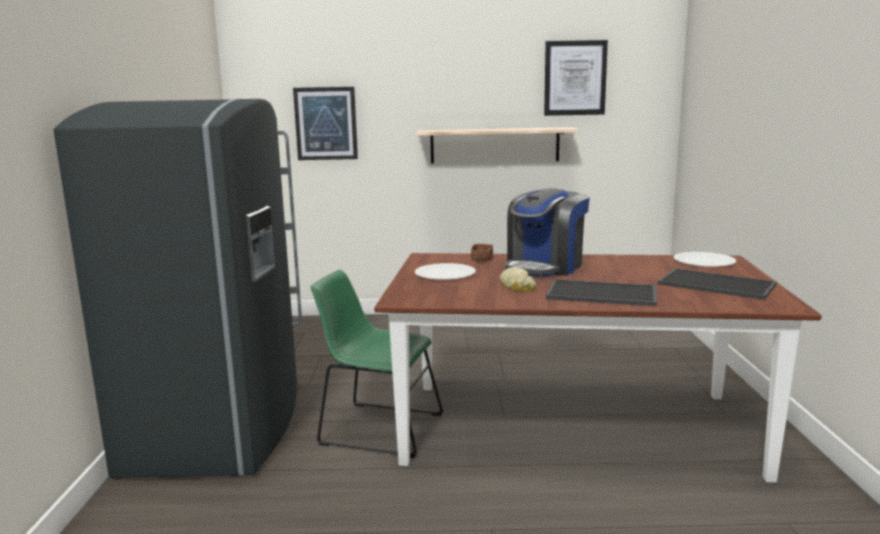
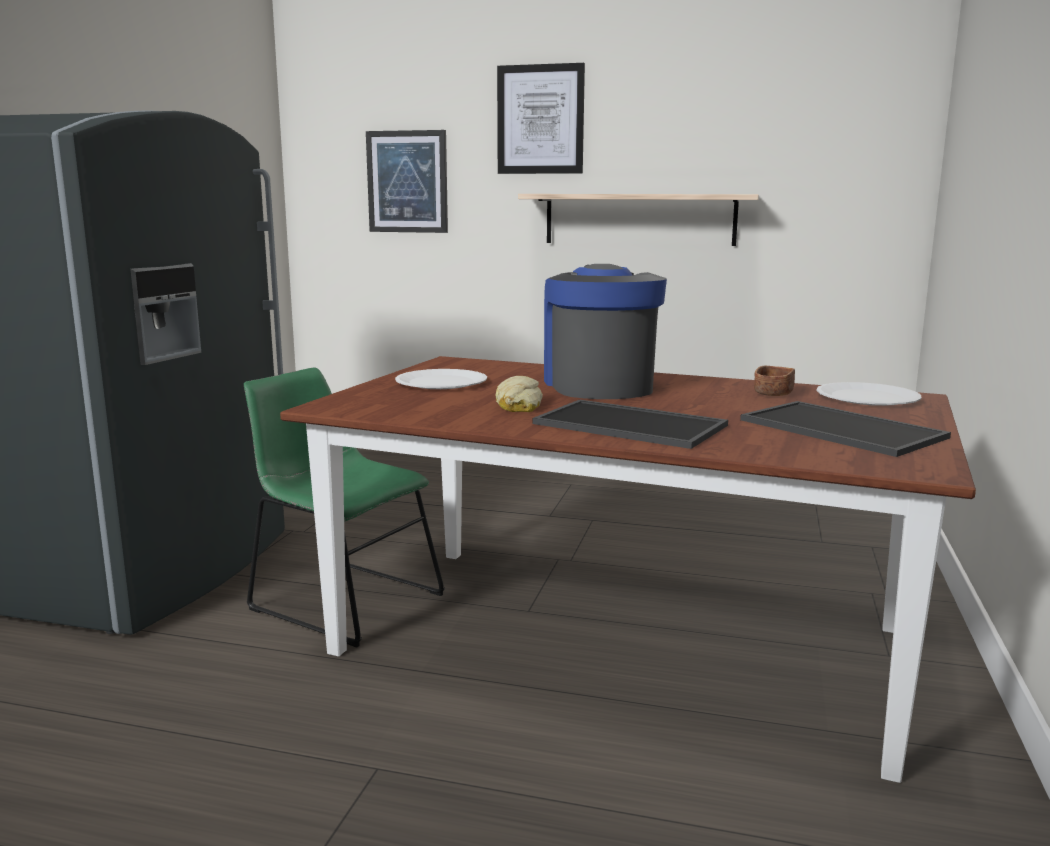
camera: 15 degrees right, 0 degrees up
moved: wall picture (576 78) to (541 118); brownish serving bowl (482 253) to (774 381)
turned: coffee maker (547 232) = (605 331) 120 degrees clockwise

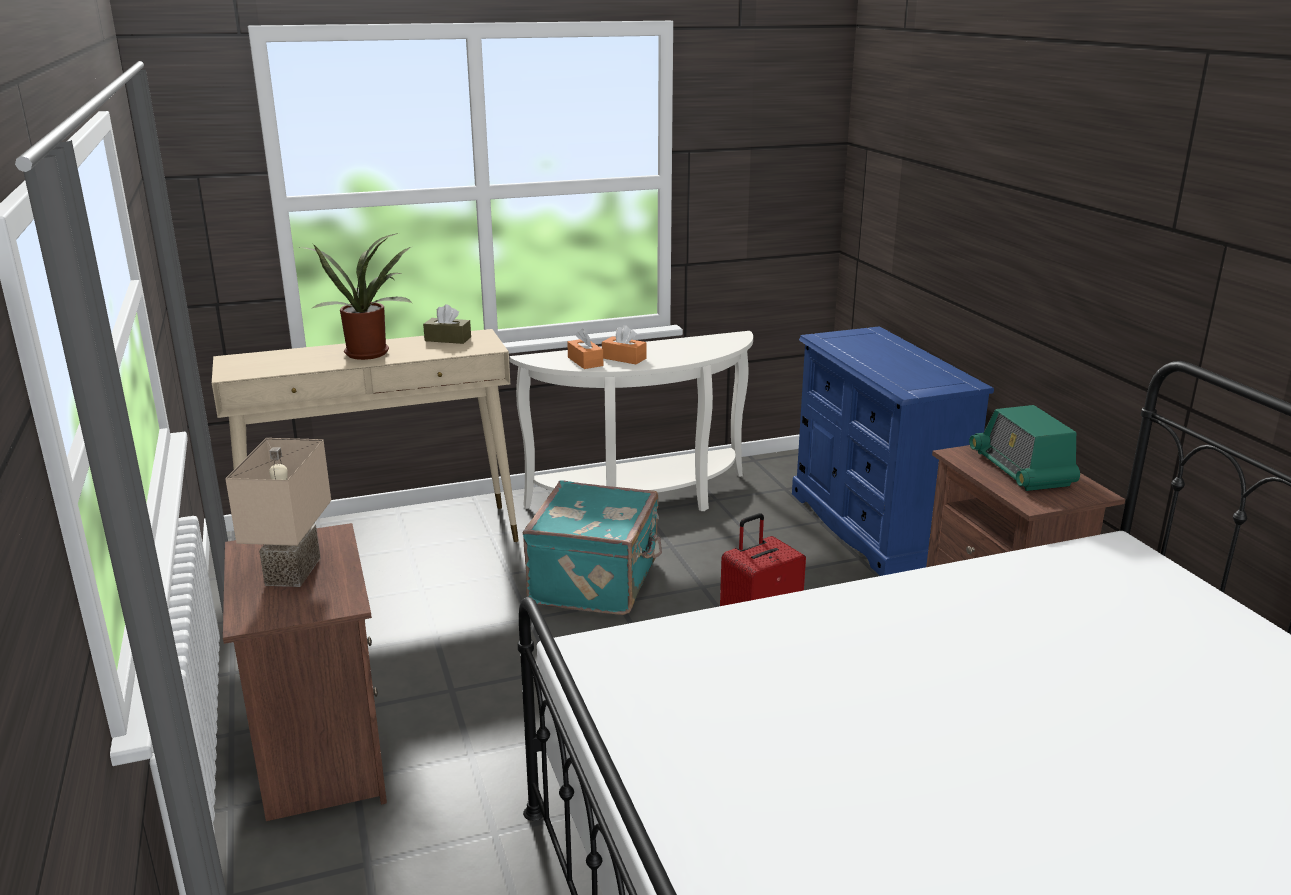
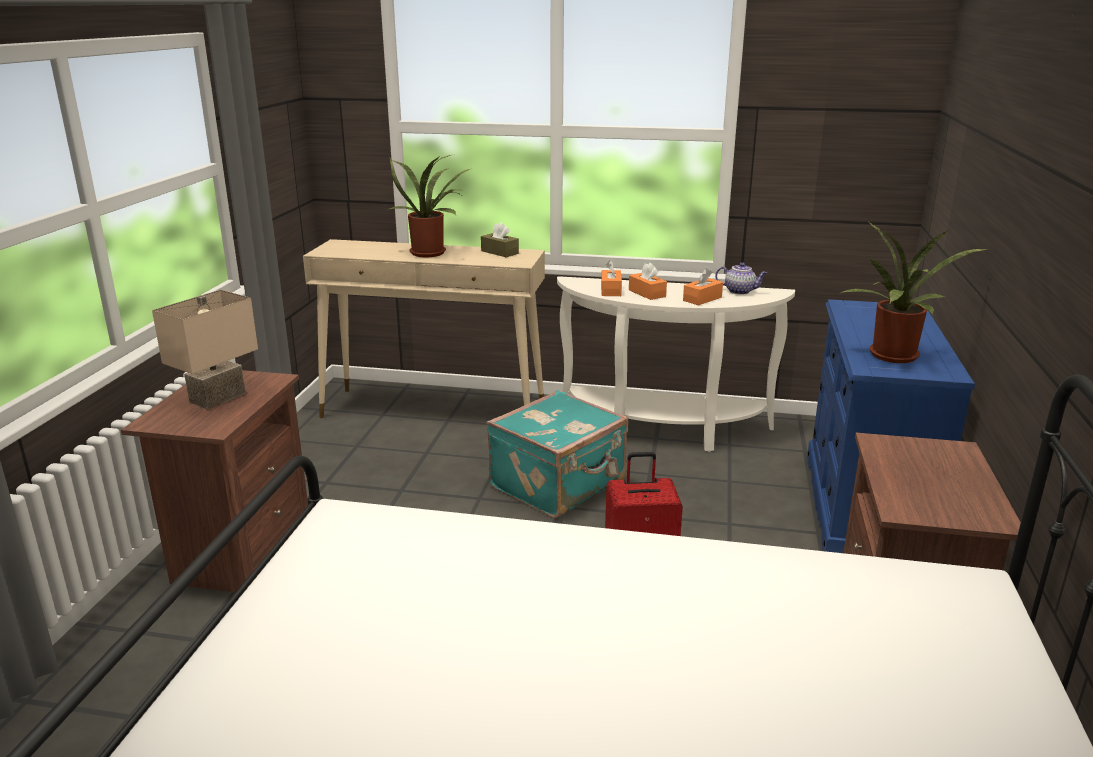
camera: 30 degrees right, 0 degrees up
removed: radio receiver (1024 448)
added: plant in a pot (914 292); teapot (741 279); orangey tissue holder (703 286)

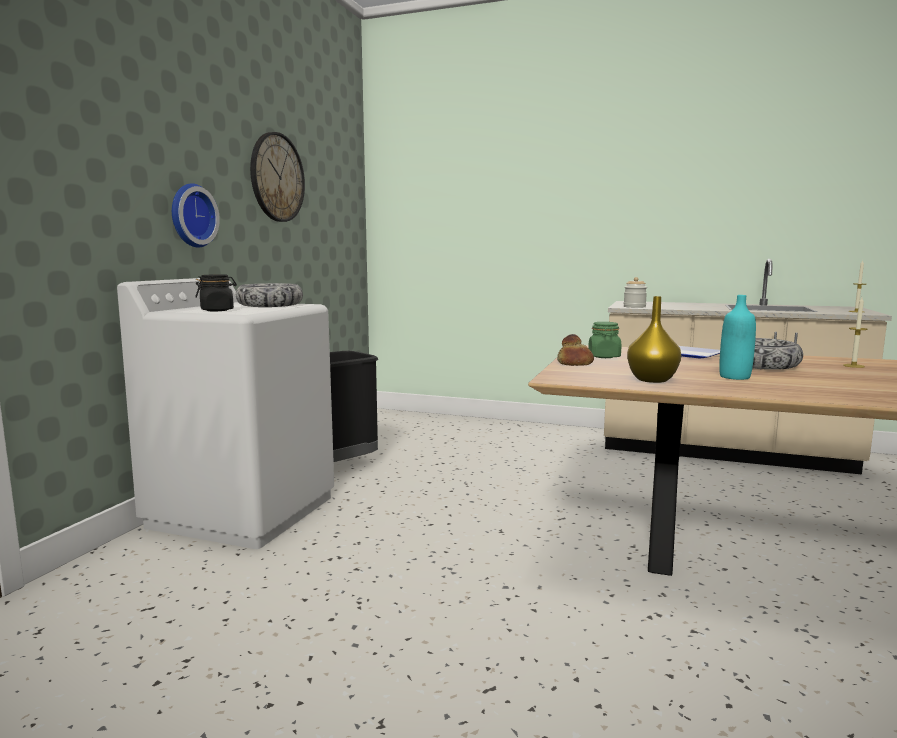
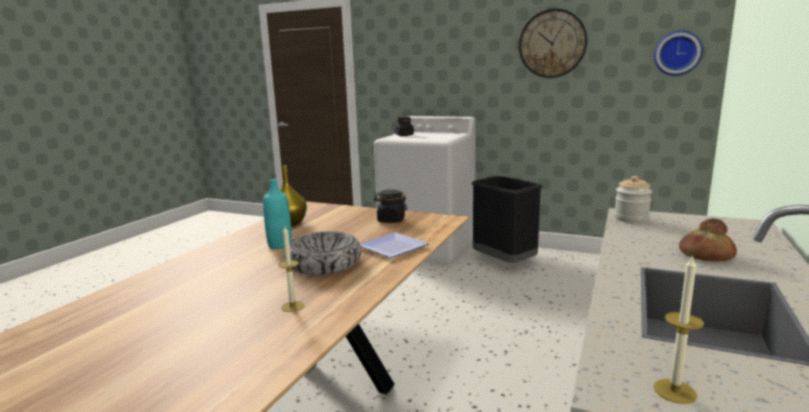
camera: 95 degrees right, 5 degrees up
removed: serving bowl (269 295)
moved: clock on the wall (196 215) to (678 53); baked bread (575 350) to (708 239)
recoloured: green storage jar (604 340) to blackish storage jar (390 206)

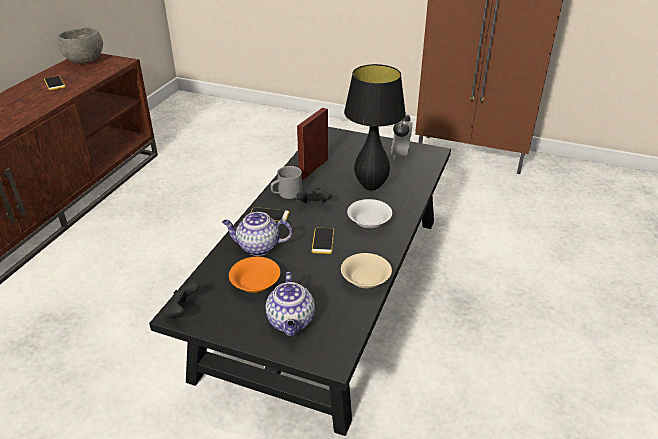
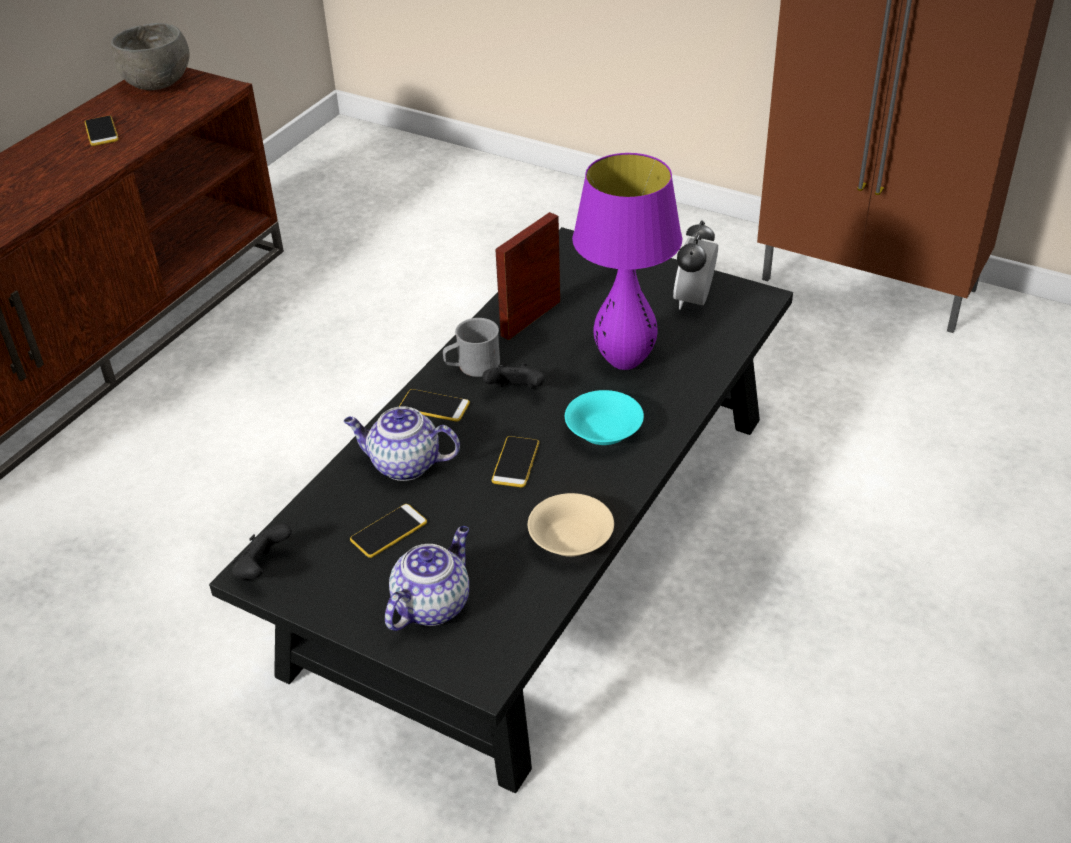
camera: 10 degrees right, 5 degrees up
replaced: orangey serving bowl (254 275) to phone (388 531)
recoloured: blackish table lamp (375 127) to purple-coloured table lamp (627 261); white serving bowl (369 213) to turquoise serving bowl (604 417)
turned: teapot (290 304) = (427 578) 150 degrees counterclockwise

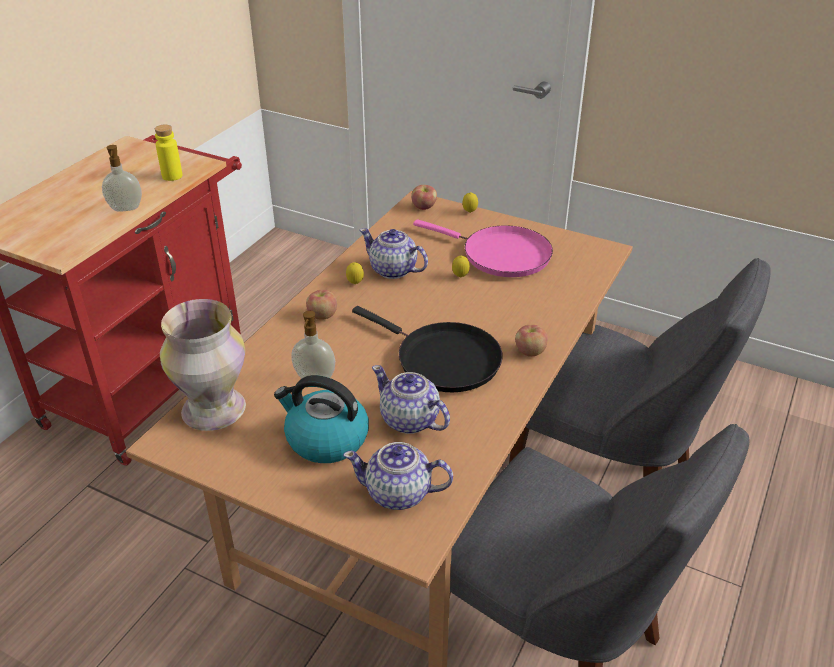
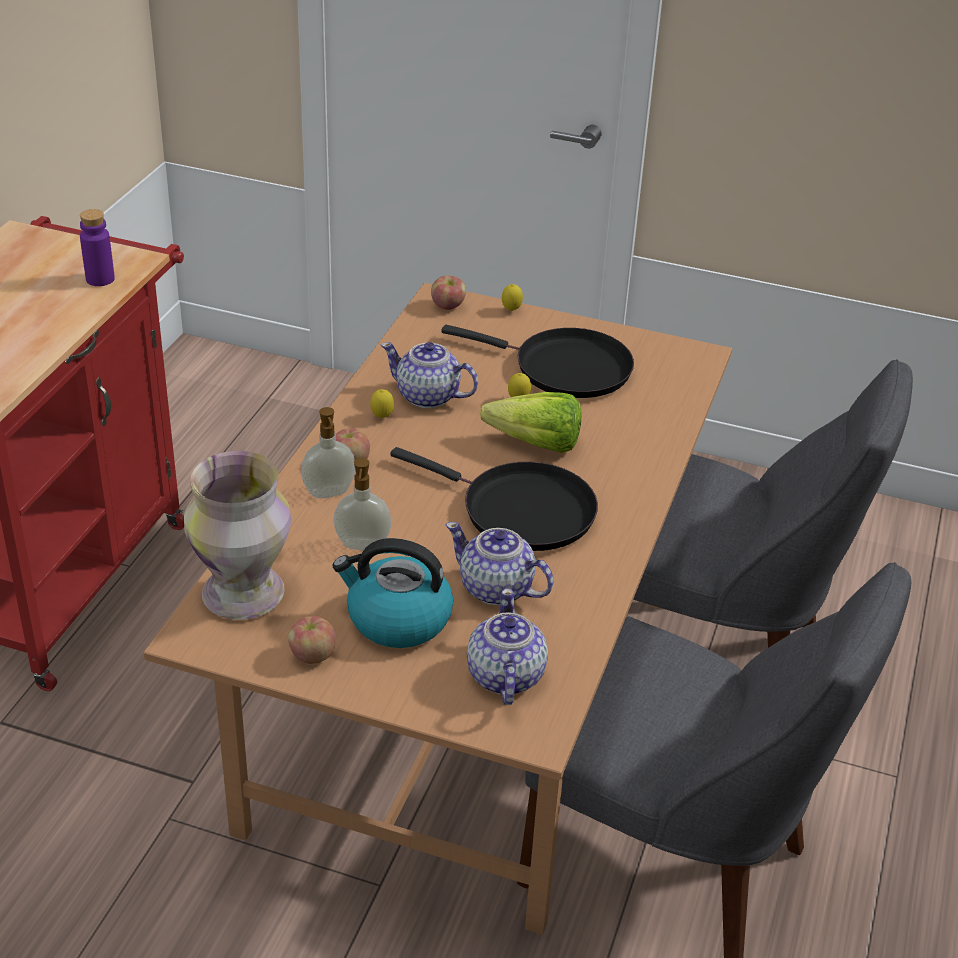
camera: 10 degrees left, 0 degrees up
added: lettuce head (530 422)
moved: soap bottle (122 178) to (328 452); apple (531 341) to (312 640)
recoloured: yellow bottle (168 153) to purple-coloured bottle (97 247); pink frying pan (483 248) to blackish frying pan (537 361)
turned: teapot (398 476) = (507 647) 90 degrees clockwise

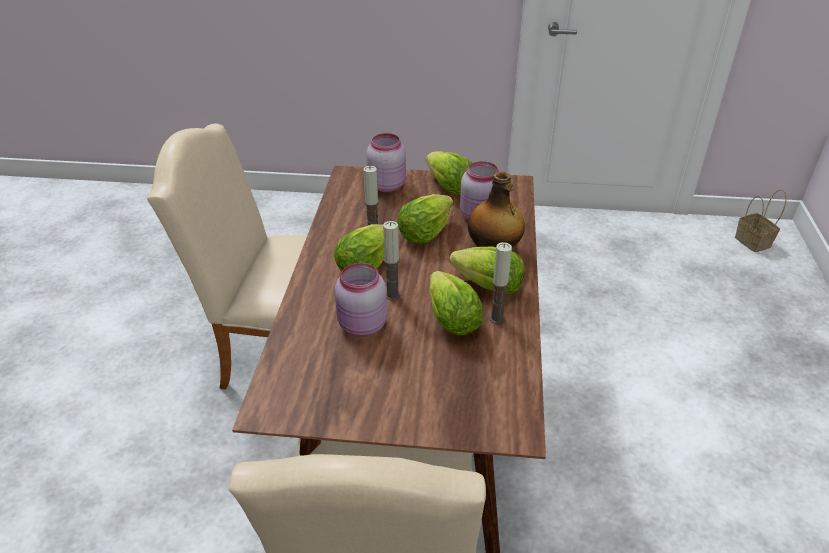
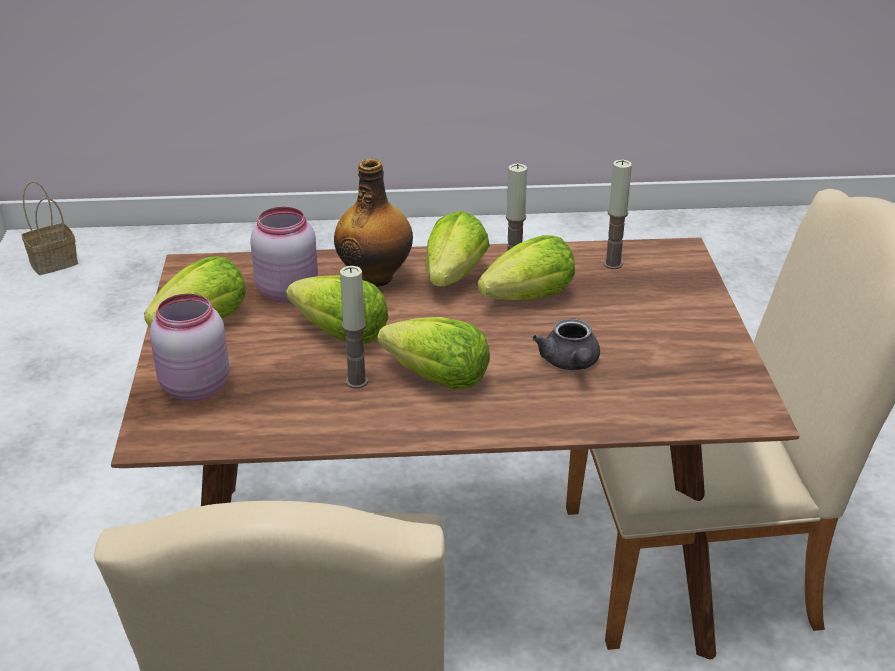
camera: 100 degrees left, 5 degrees down
moved: wax light (391 260) to (618 214)
replaced: pink storage jar (361 300) to gray teapot (566 344)

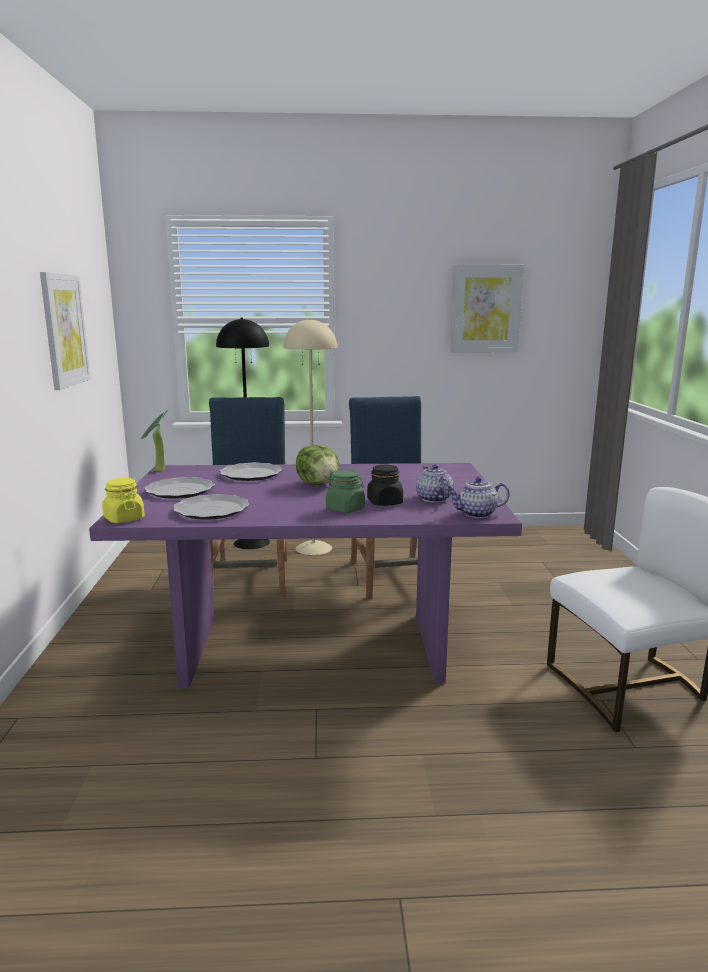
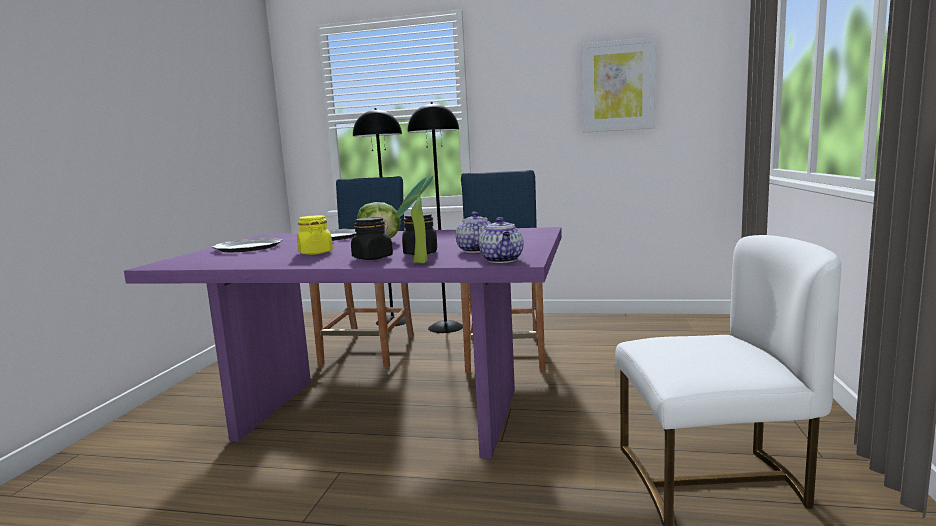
camera: 15 degrees right, 5 degrees down
removed: wall picture (65 331); dinner plate (211 507)
moved: plant in a pot (155 440) to (414 219); yellow storage jar (123 500) to (315 235)
recoloured: beige standard lamp (310 436) to blackish standard lamp (435 217); green storage jar (345 491) to blackish storage jar (372 238)
turned: teapot (478 497) = (501 240) 105 degrees counterclockwise

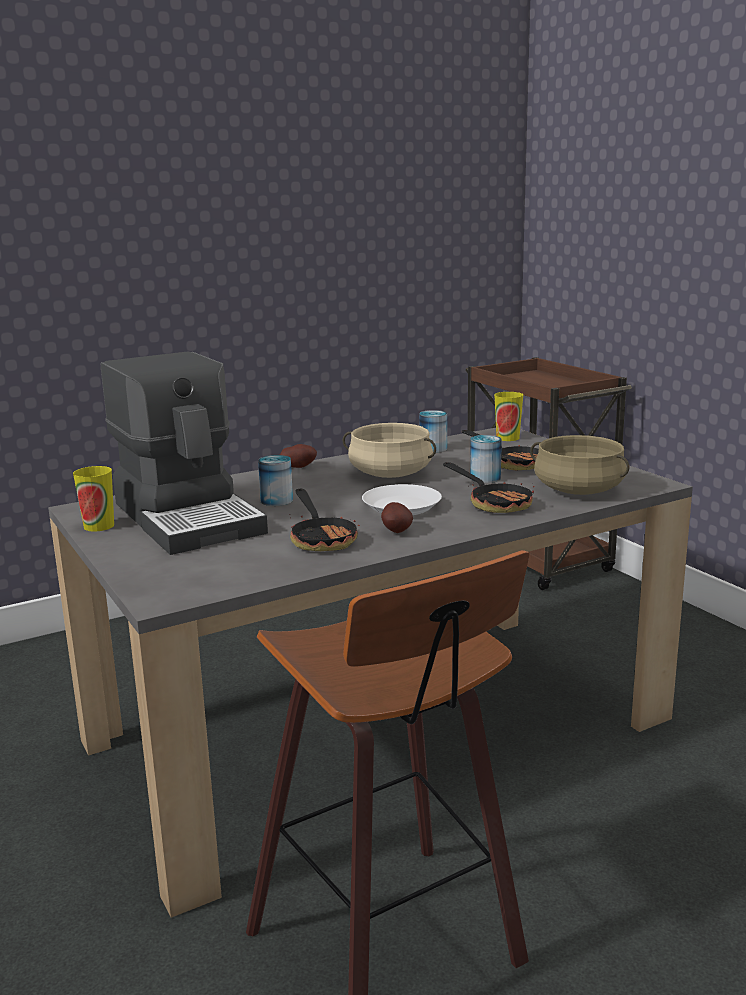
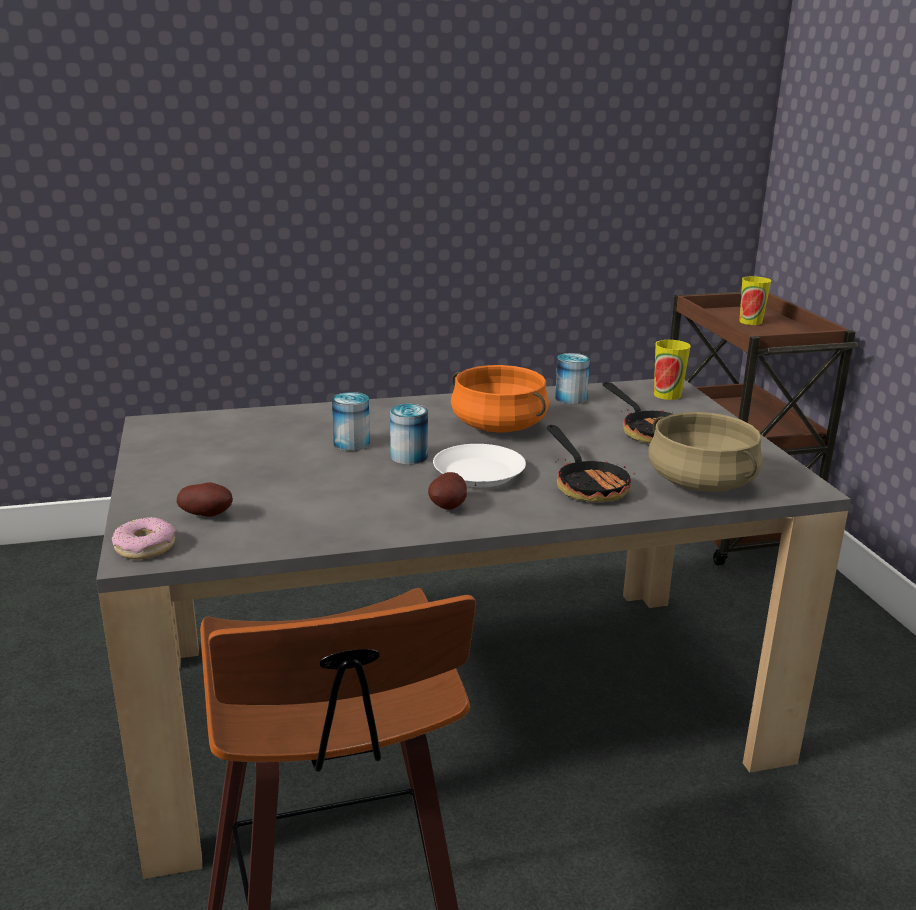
camera: 15 degrees right, 5 degrees up
removed: coffee maker (184 453); frying pan (324 520)
added: ring doughnut (144 538)
moved: can (486 459) to (409 434); potato (298 456) to (205 499); drinking cup (93 498) to (755 300)
recoloured: beige stockpot (389 450) to orangey stockpot (500 399)

